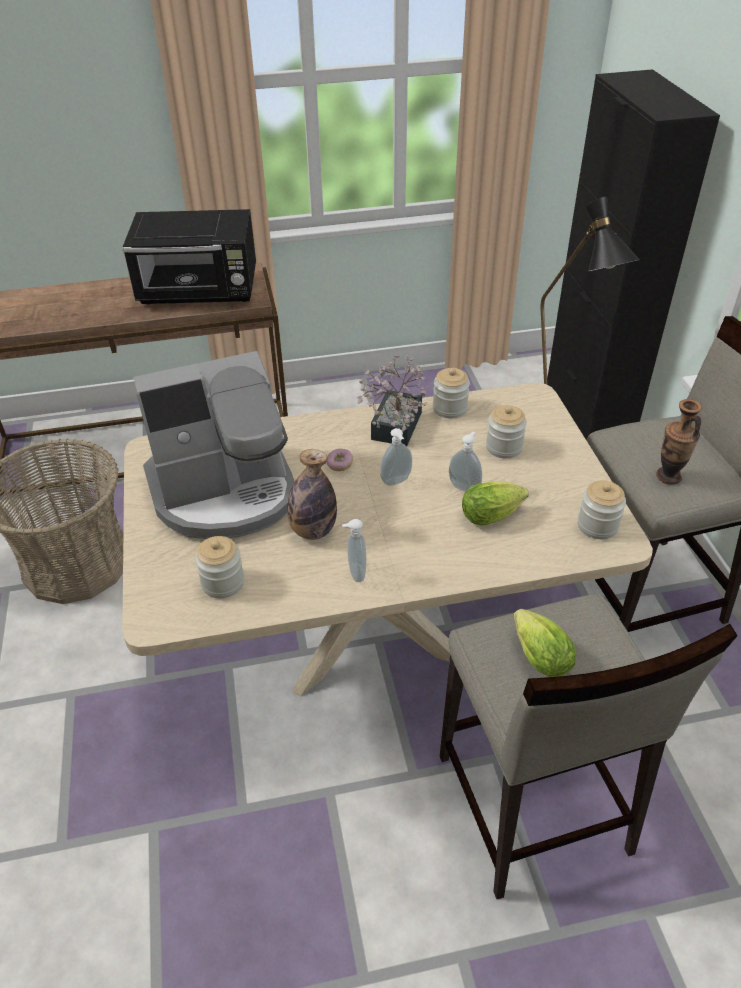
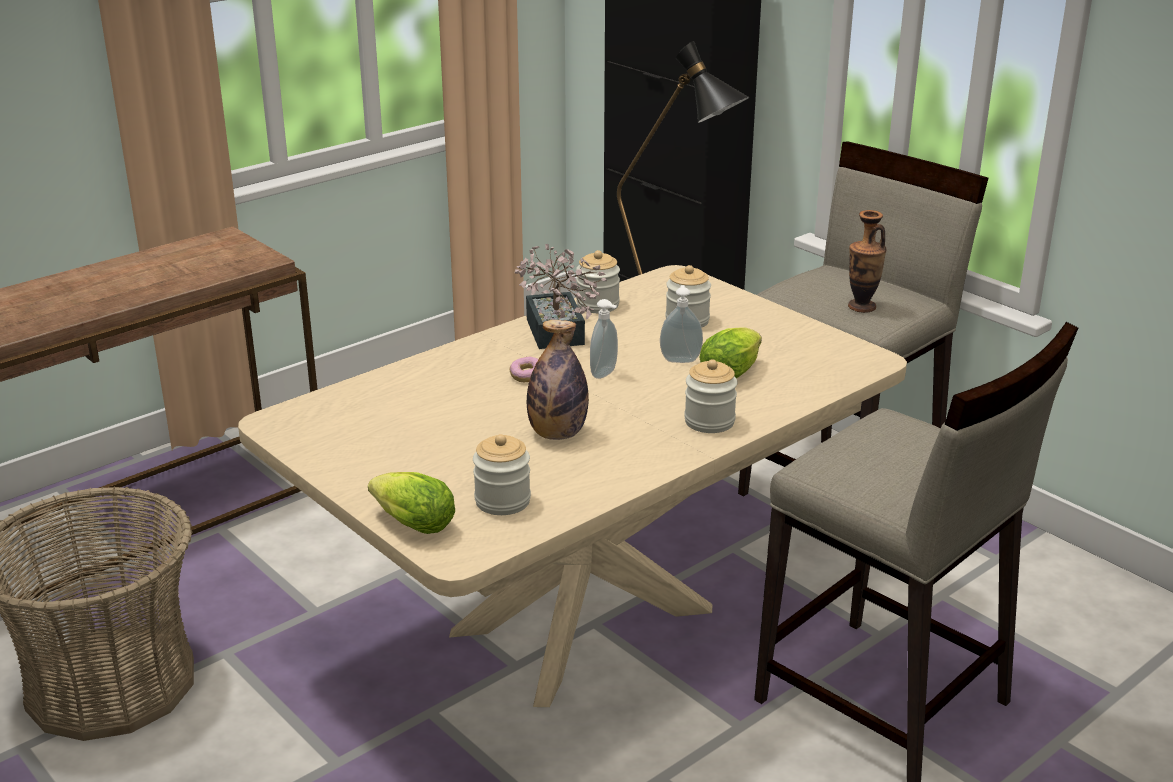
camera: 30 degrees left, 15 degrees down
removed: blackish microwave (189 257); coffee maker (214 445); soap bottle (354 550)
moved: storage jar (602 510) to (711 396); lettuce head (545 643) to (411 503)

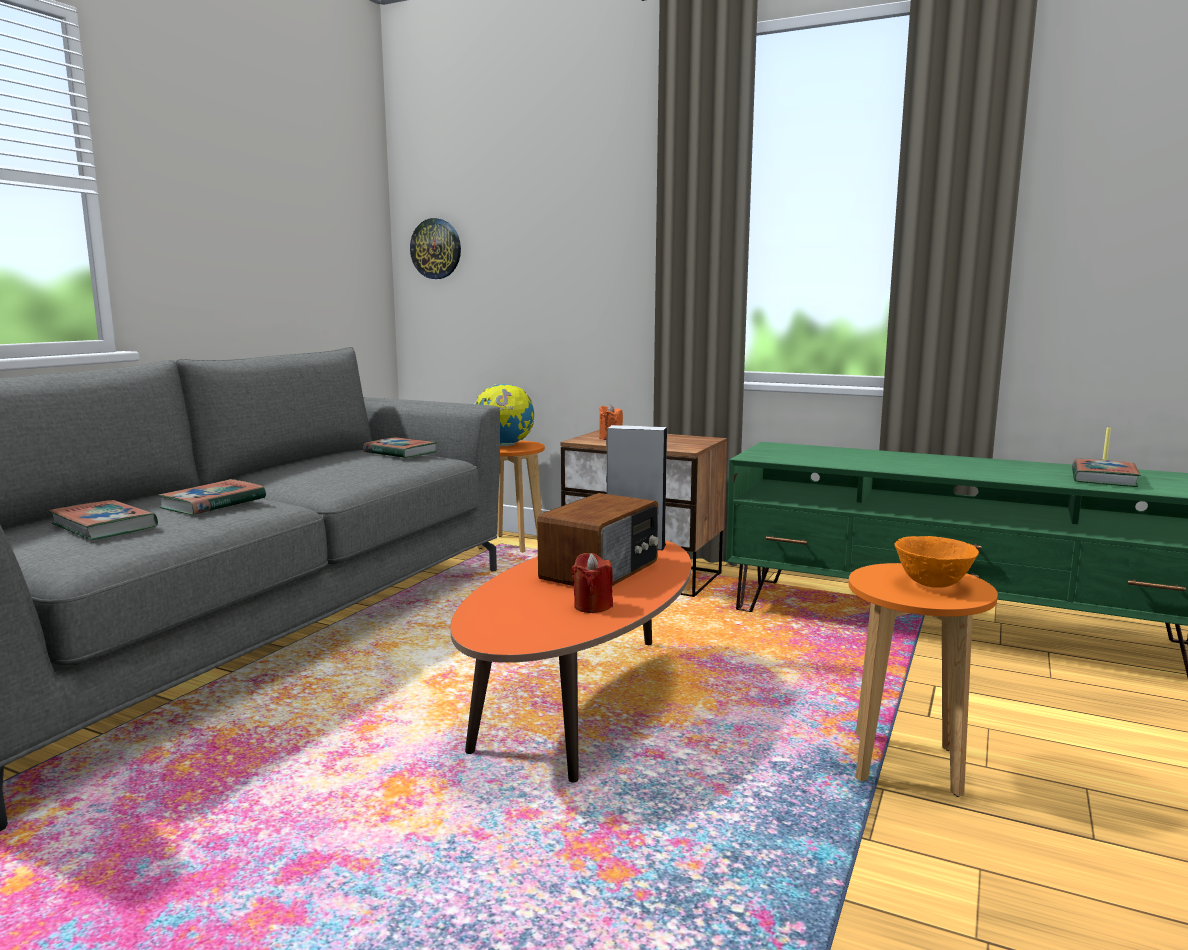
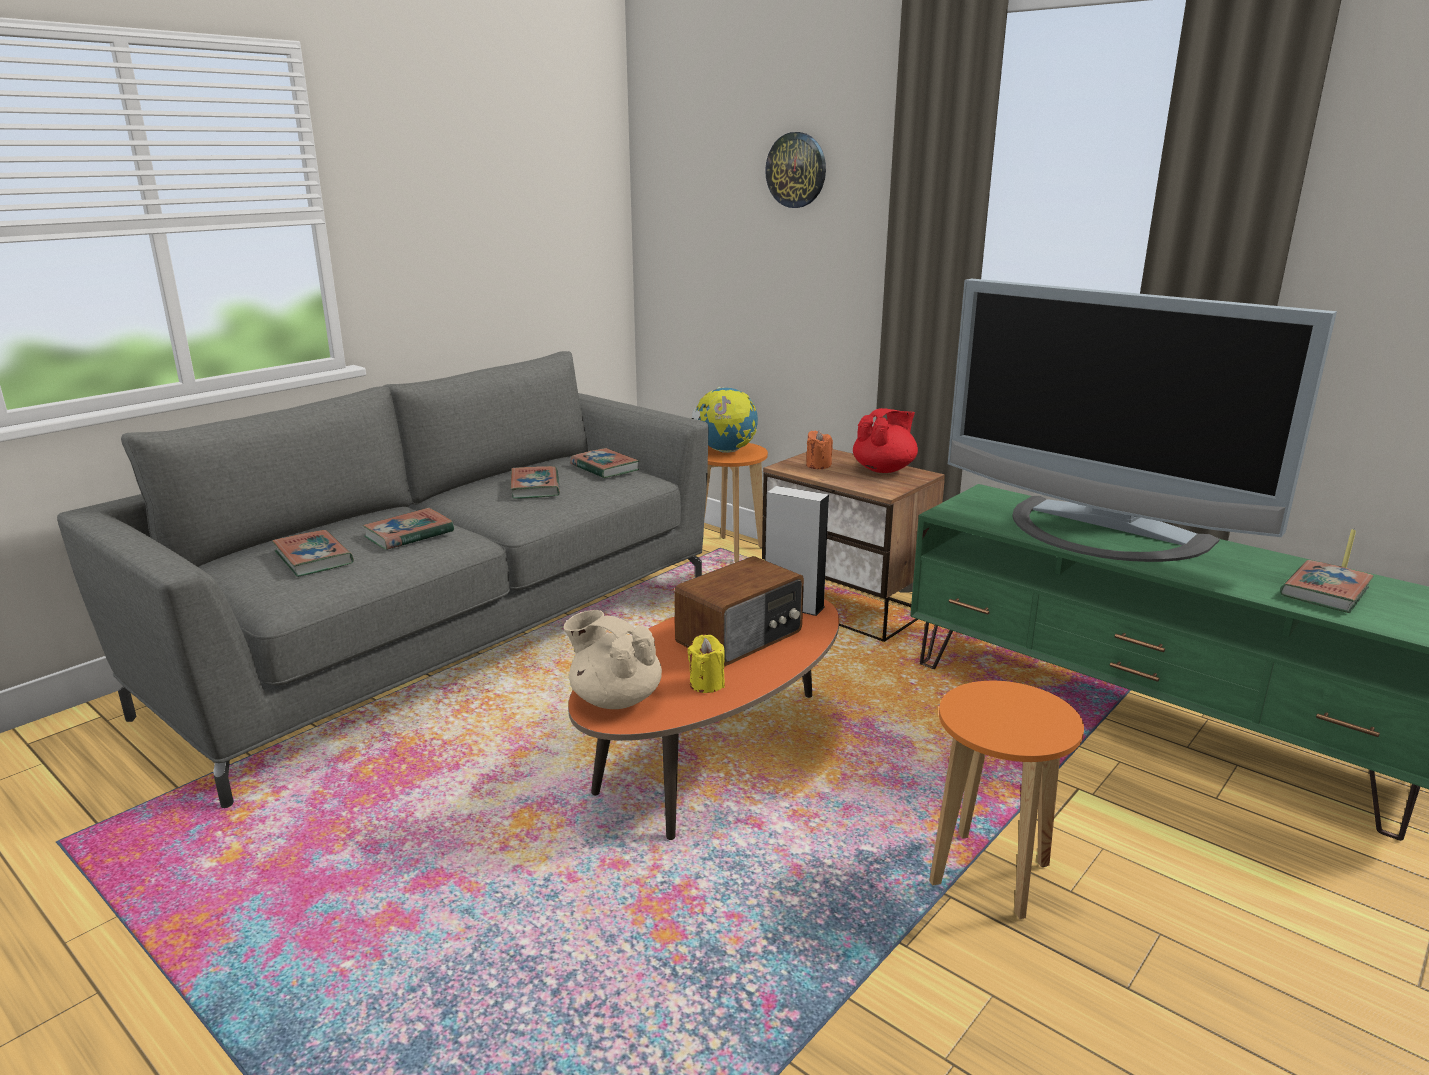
camera: 15 degrees right, 10 degrees up
removed: orangey serving bowl (936 562)
added: television (1142 420); reddish teapot (885 440); book (535 482); beige teapot (612 659)
moved: clock on the wall (435 248) to (795 170)
recoloured: reddish wax light (592 583) to yellow wax light (706 663)

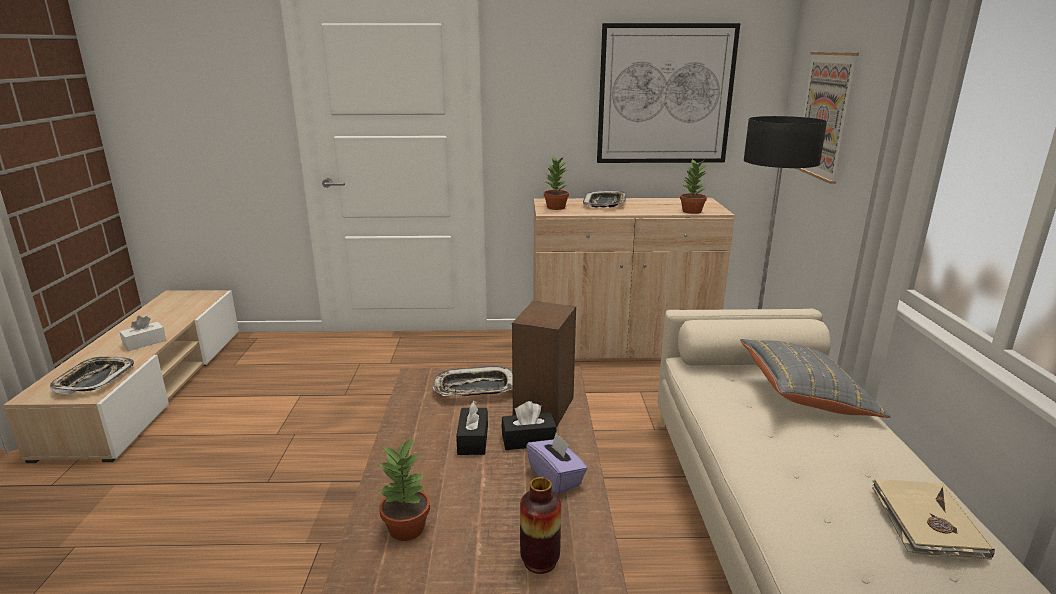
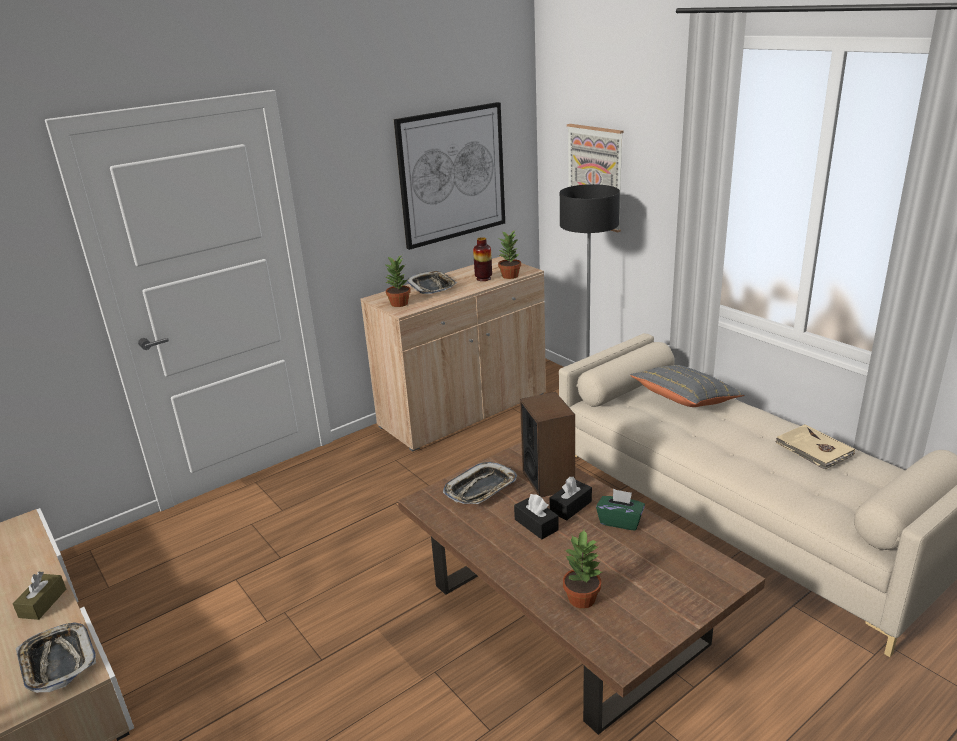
camera: 35 degrees left, 5 degrees up
moved: vase (540 525) to (482 259)
recoloured: white tissue holder (143 333) to brownish tissue holder (39 596); purple-coloured tissue holder (557 463) to green tissue holder (620 509)

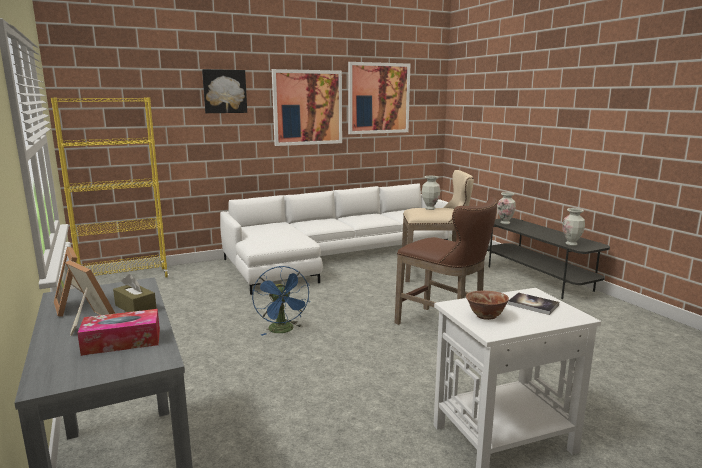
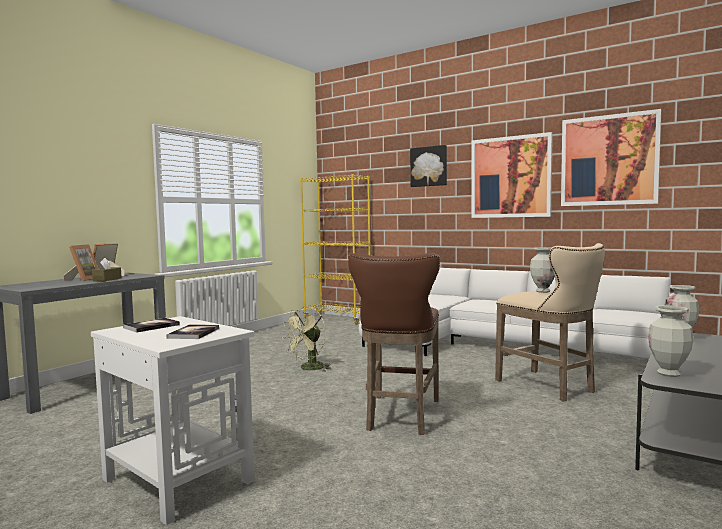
camera: 60 degrees right, 10 degrees down
removed: tissue holder (118 332)
replaced: serving bowl (487 305) to book (151 325)
recoloured: bluish fan (281 301) to green fan (306 339)

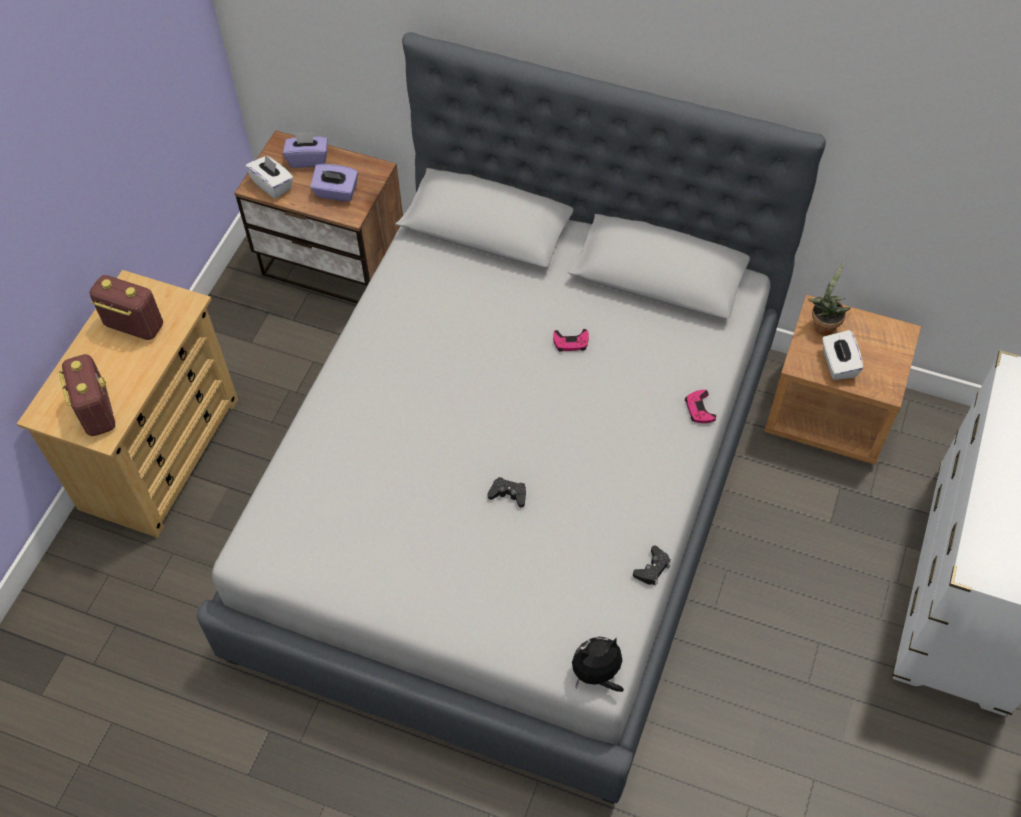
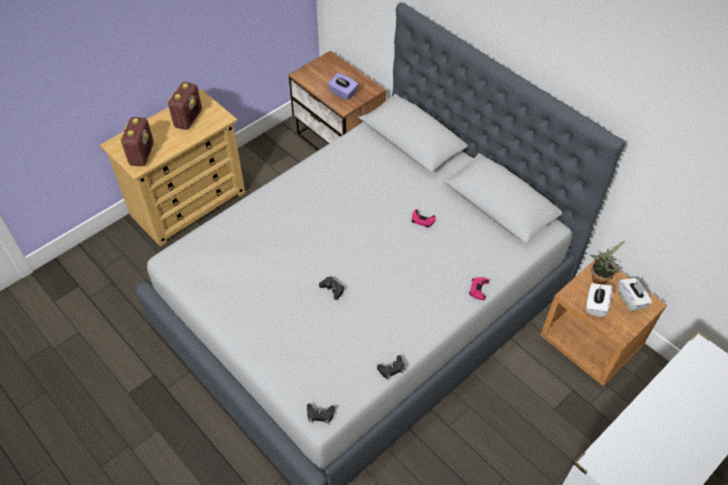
camera: 25 degrees right, 5 degrees down
removed: purple-coloured tissue holder (305 150)
moved: white tissue holder (269 176) to (635 295)
replaced: cuddly toy (598 664) to blackish joypad (321 413)
turned: radio receiver (126 307) = (185 106) 60 degrees clockwise

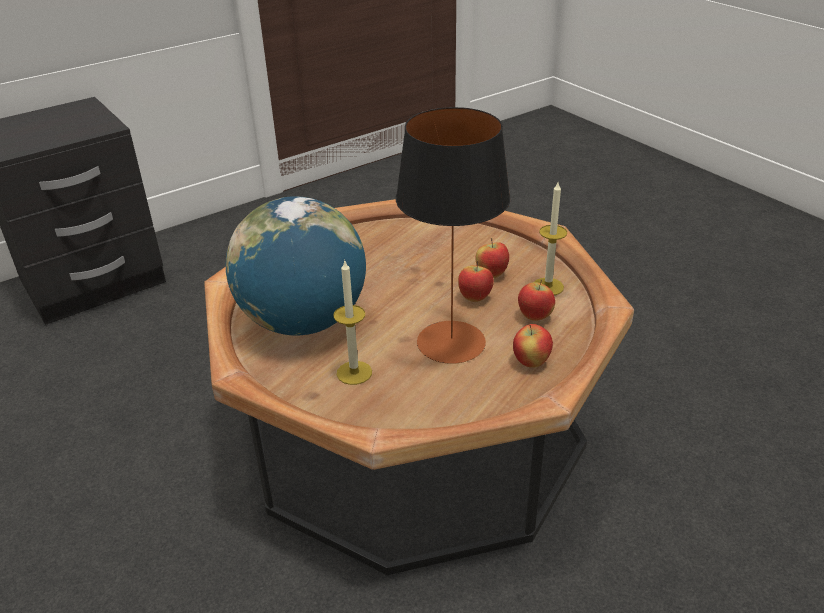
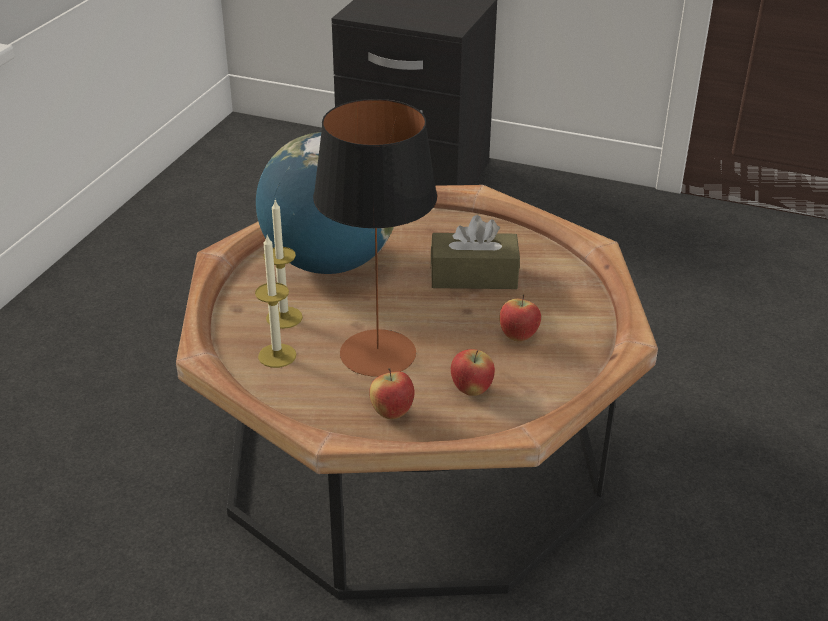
camera: 55 degrees right, 0 degrees up
removed: apple (476 281)
added: brownish tissue holder (475 252)
moved: wax light (551 238) to (276 301)

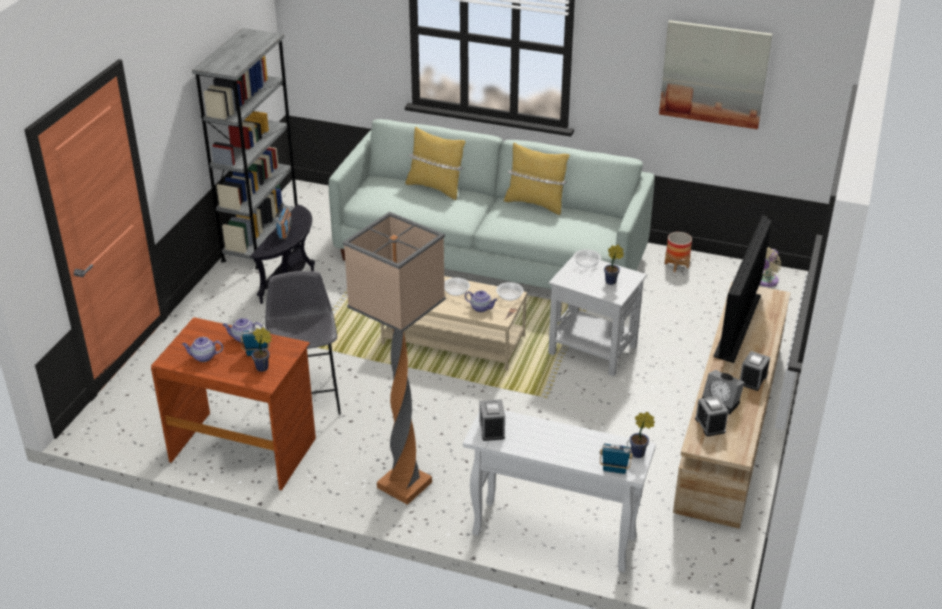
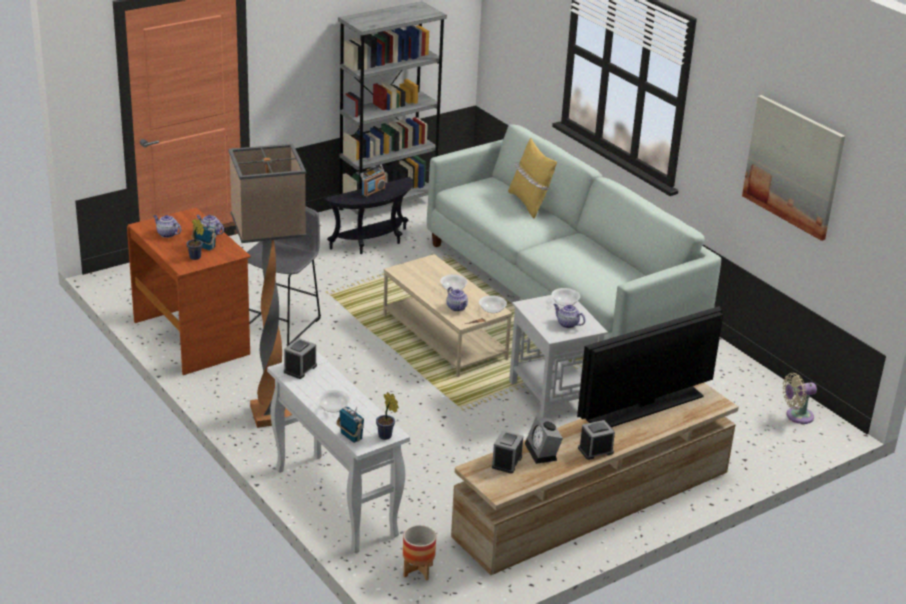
camera: 35 degrees right, 5 degrees down
removed: yellow cushion (536 178)
added: serving bowl (333 401)
moved: plant pot (678 252) to (419 553)
replaced: plant in a pot (614 265) to teapot (569 316)

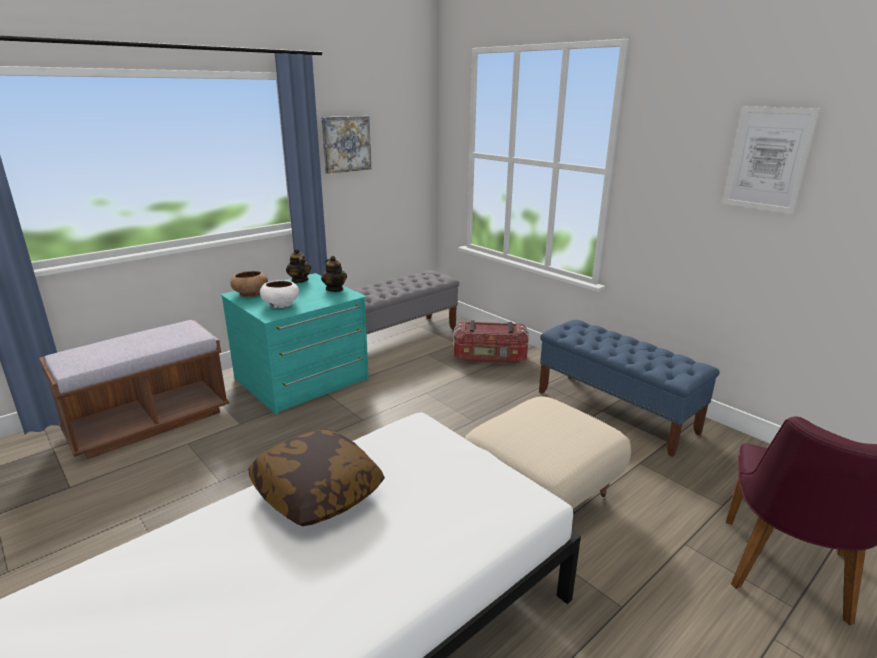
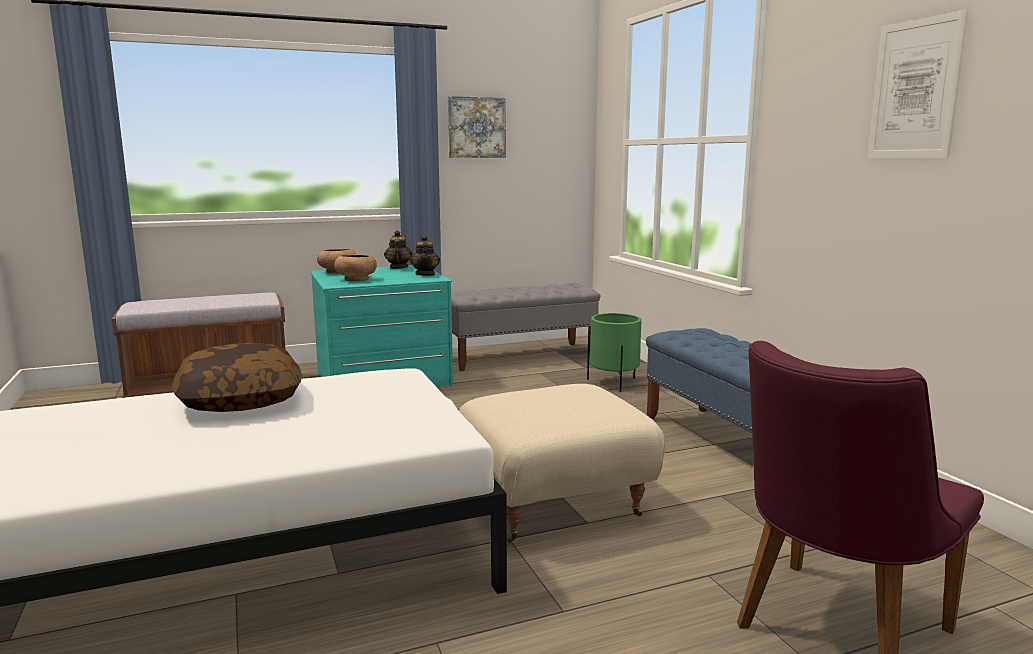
camera: 20 degrees right, 10 degrees down
replaced: storage container (491 342) to green plant pot (614 352)
recoloured: white serving bowl (279 294) to brownish serving bowl (355 267)

